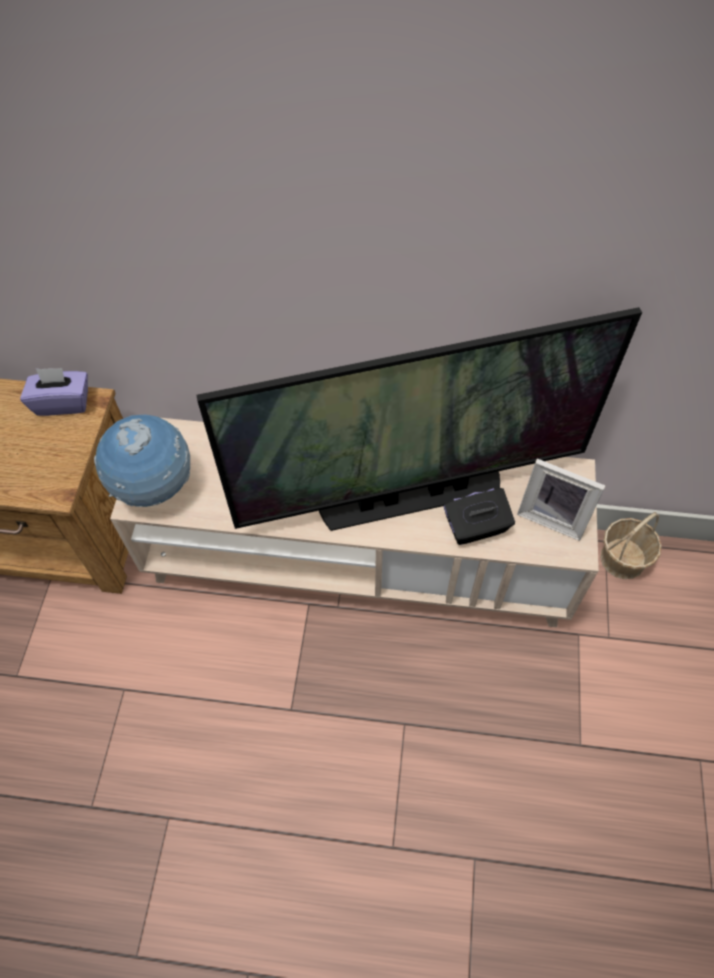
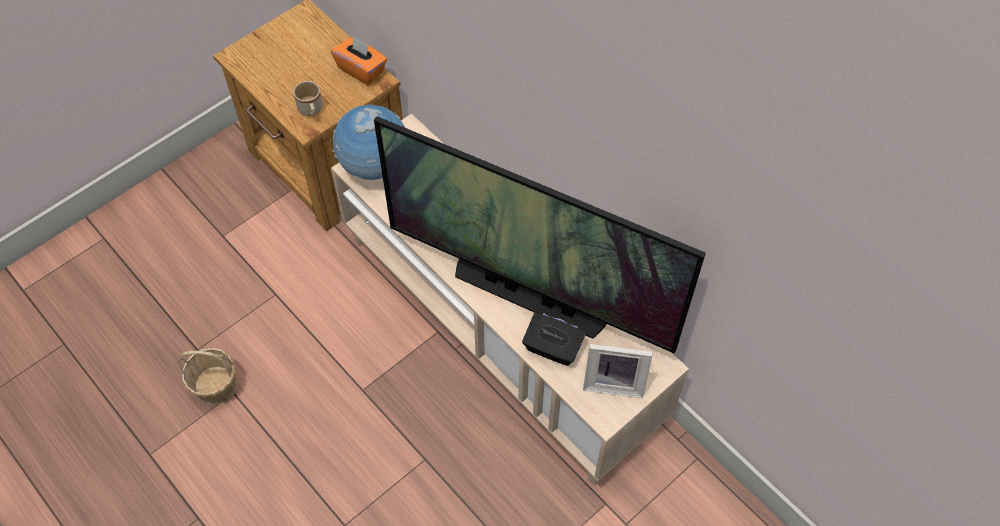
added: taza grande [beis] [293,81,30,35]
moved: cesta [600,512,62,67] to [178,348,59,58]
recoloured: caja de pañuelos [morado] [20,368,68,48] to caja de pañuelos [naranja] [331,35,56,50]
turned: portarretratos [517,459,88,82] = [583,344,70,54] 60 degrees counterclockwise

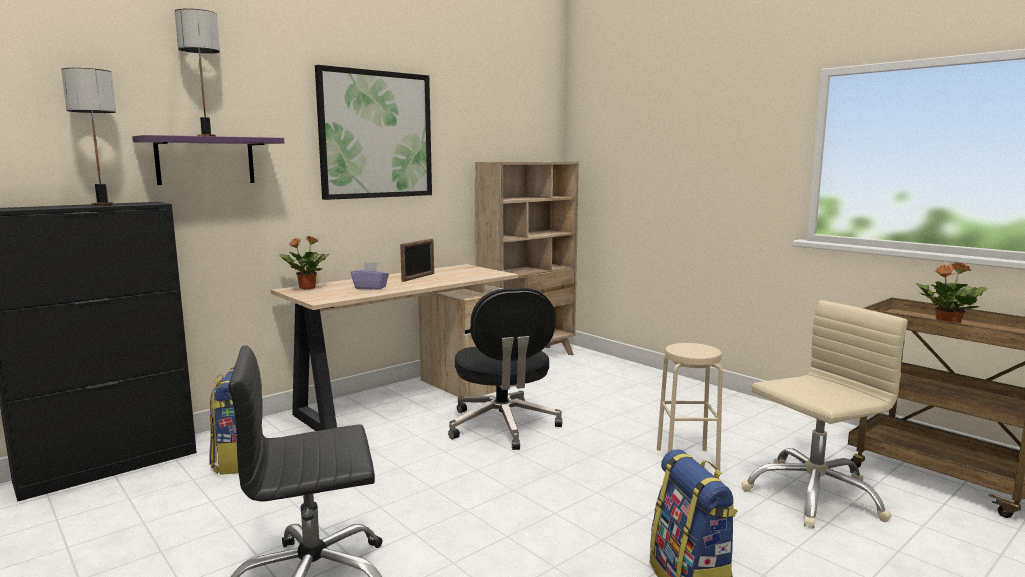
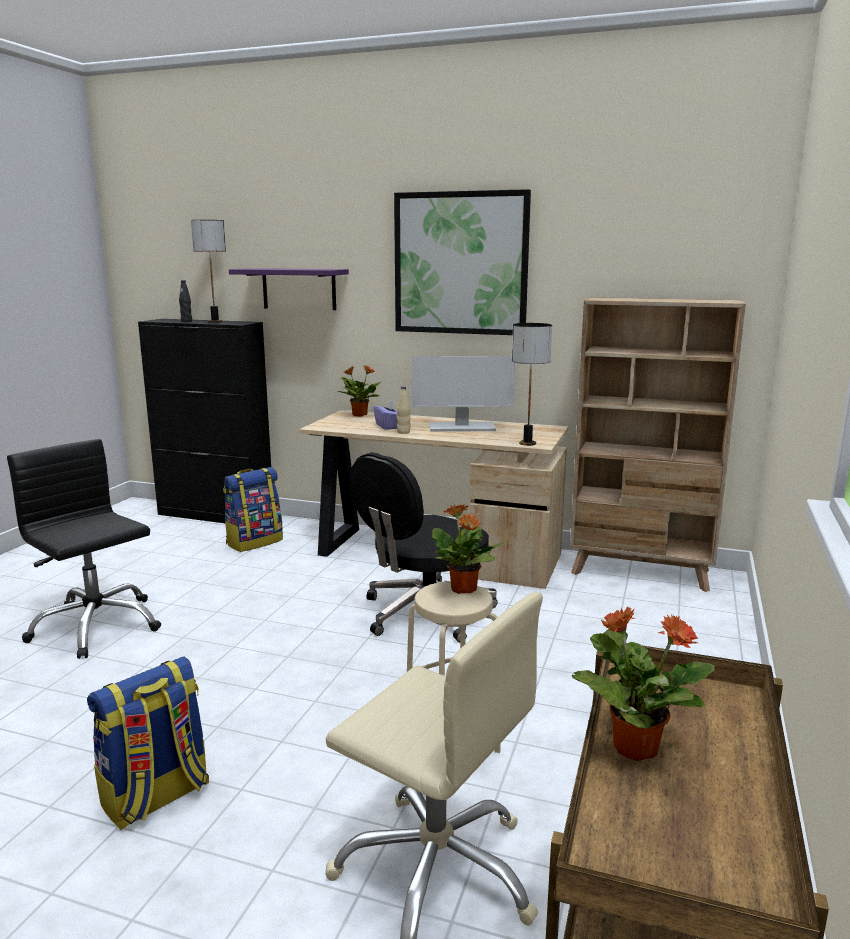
added: botella [negro] [179,280,13,42]; botella [beis] [397,387,14,47]; planta en maceta [432,505,72,89]
moved: lámpara de mesa [175,8,45,128] to [512,323,40,123]
replaced: portarretratos [400,239,34,43] to monitor [412,356,103,76]

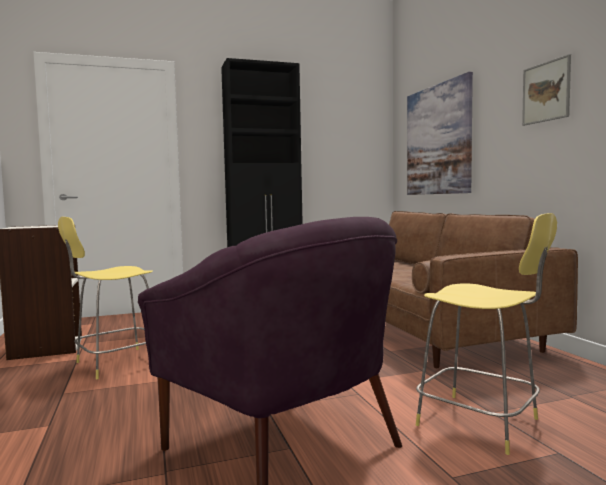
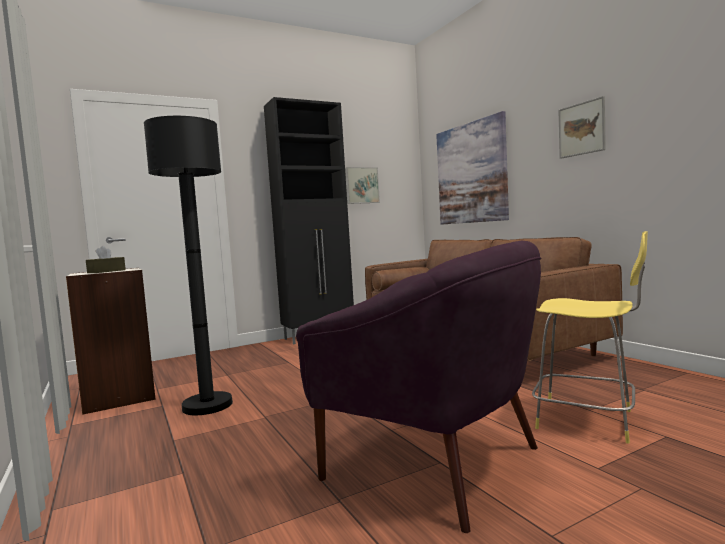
added: caja de pañuelos [marrón] [86,246,40,27]; cuadro [345,167,35,37]
replaced: taburete [amarillo] [58,217,95,162] to lámpara de pie [negro] [144,116,89,299]

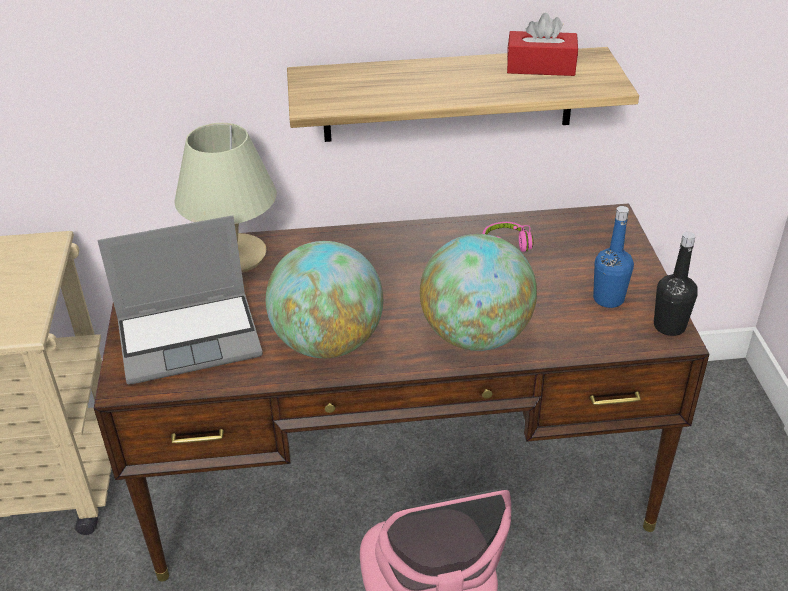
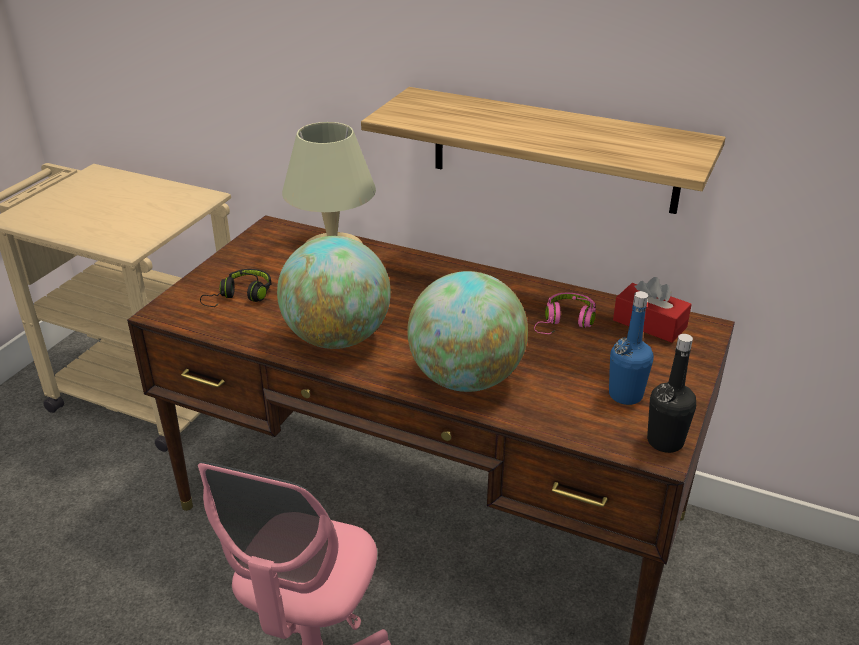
moved: caja de pañuelos [rojo] [507,13,71,63] to [613,277,79,66]
replaced: portátil [98,215,165,169] to auriculares [negro] [200,269,72,38]

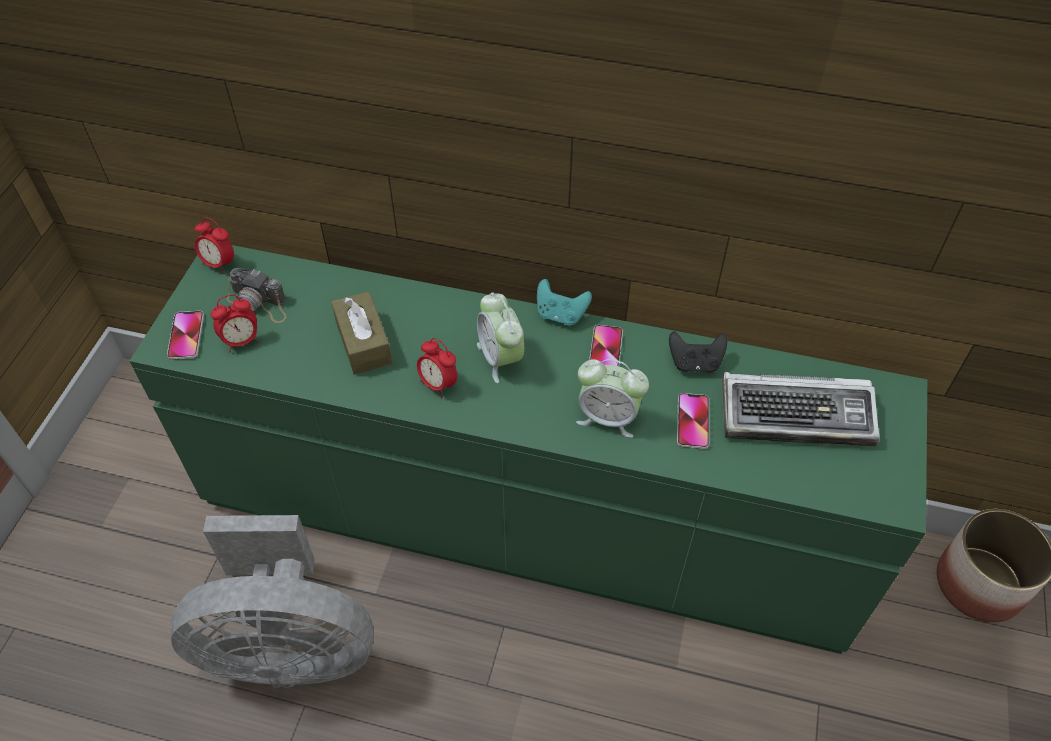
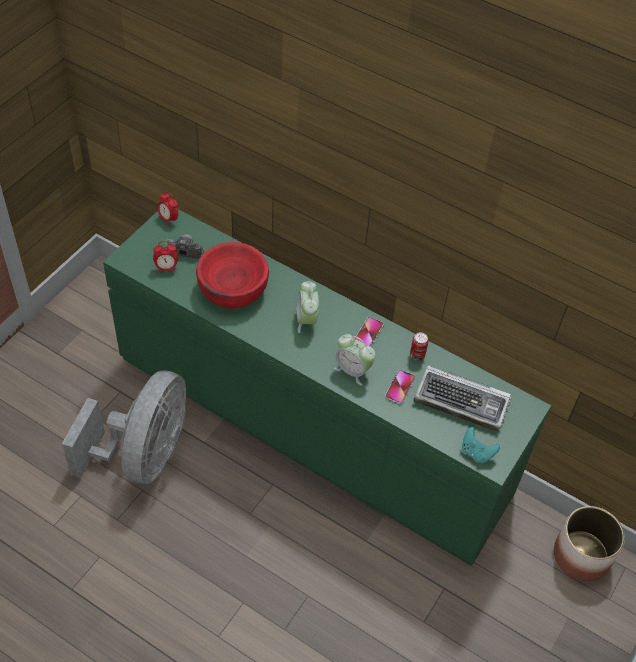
removed: móvil [167,311,37,49]; despertador [417,338,40,60]
moved: mando de consola [turquesa] [537,279,55,47] to [462,427,38,36]
replaced: caja de pañuelos [marrón] [331,291,61,84] to cuenco [rojo] [196,242,73,67]; mando de consola [negro] [669,331,58,42] to lata [410,332,18,29]
turned: ventilador [gris] [171,515,203,173] = [62,370,124,114] 90 degrees counterclockwise; cámara [227,268,59,55] = [165,234,39,25] 150 degrees clockwise

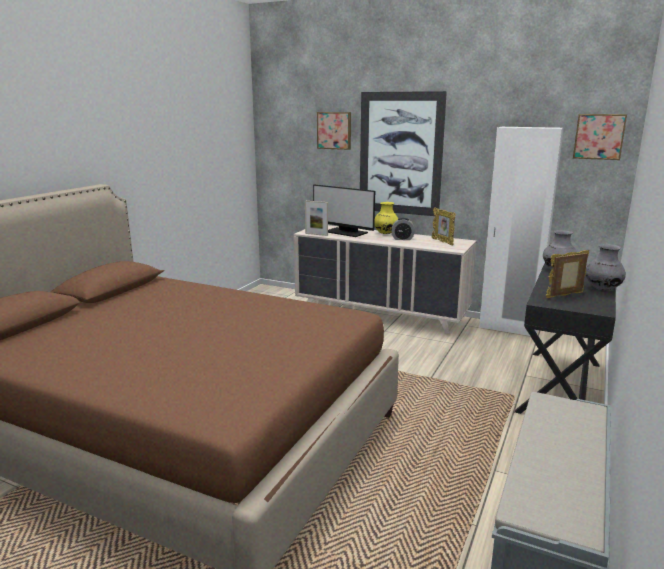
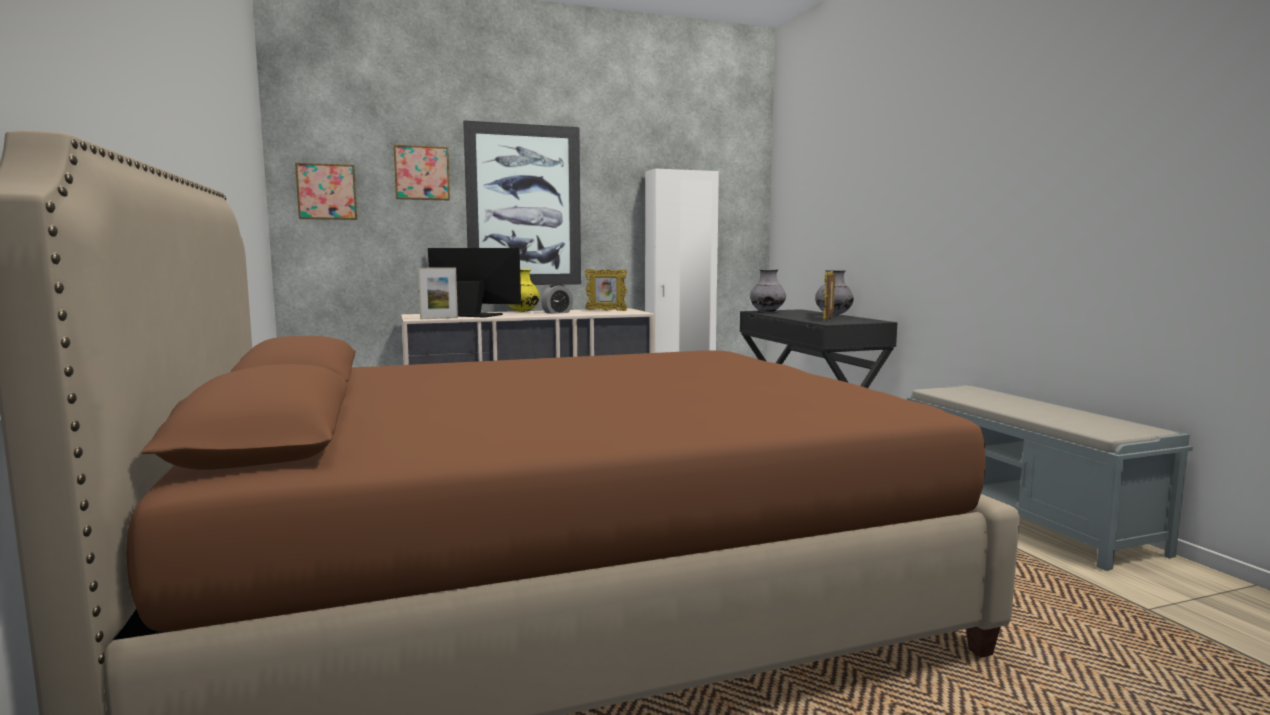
moved: cuadro [573,114,54,46] to [295,163,62,57]
turned: monitor [313,184,62,53] = [428,248,93,70] 150 degrees counterclockwise

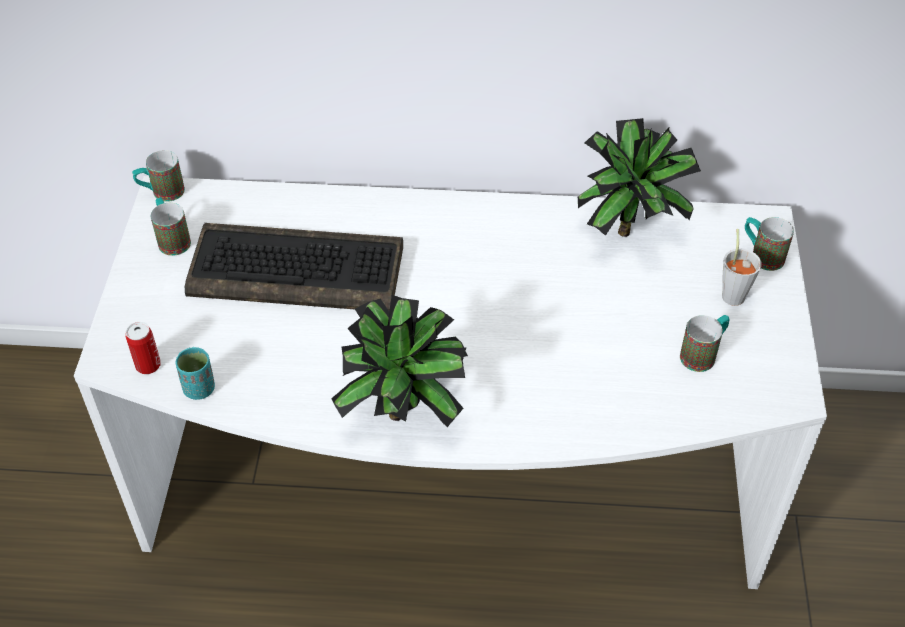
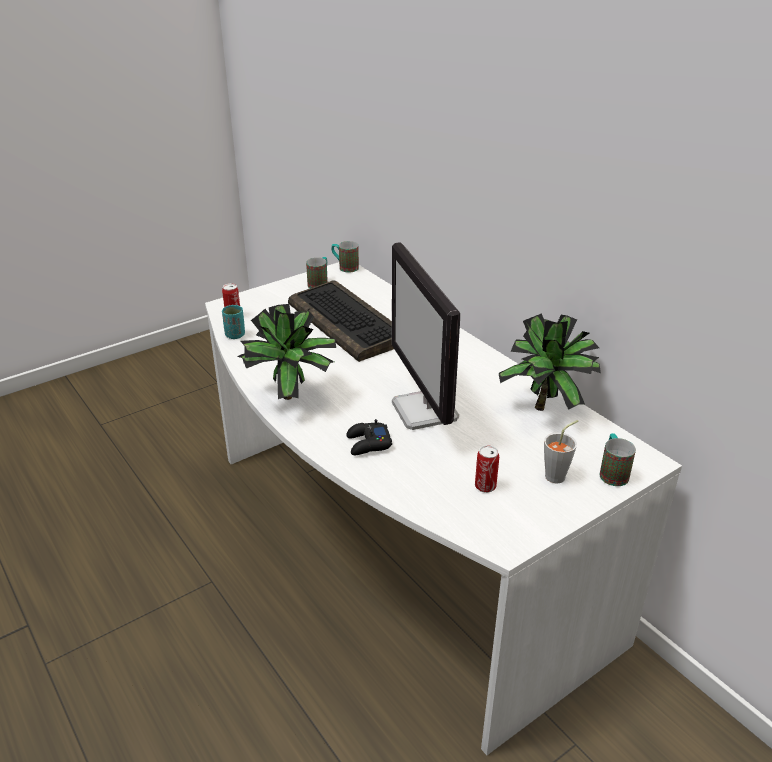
added: mando de consola [negro] [346,419,46,36]; monitor [392,242,68,188]
replaced: taza grande [680,315,49,57] to lata [475,445,24,48]

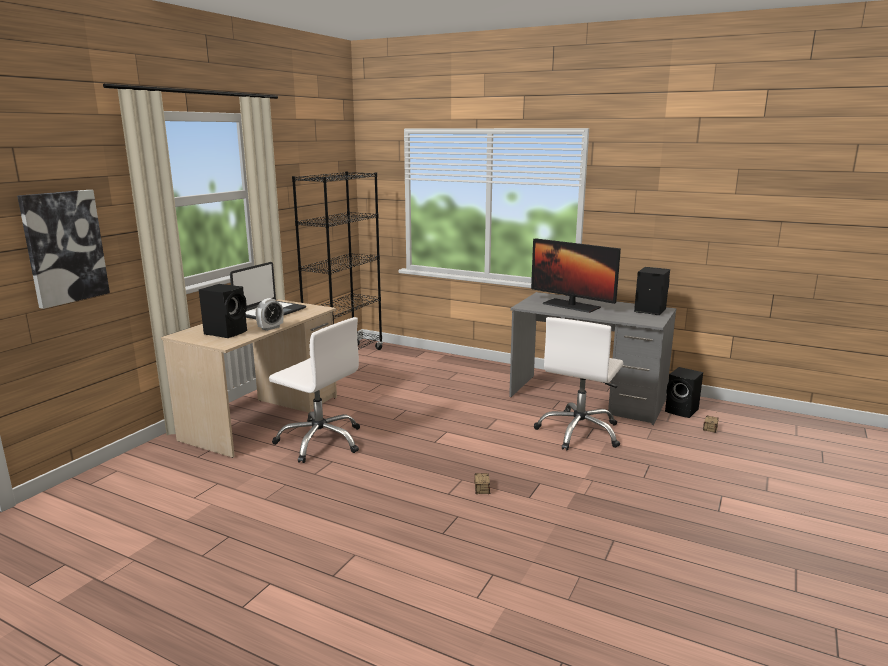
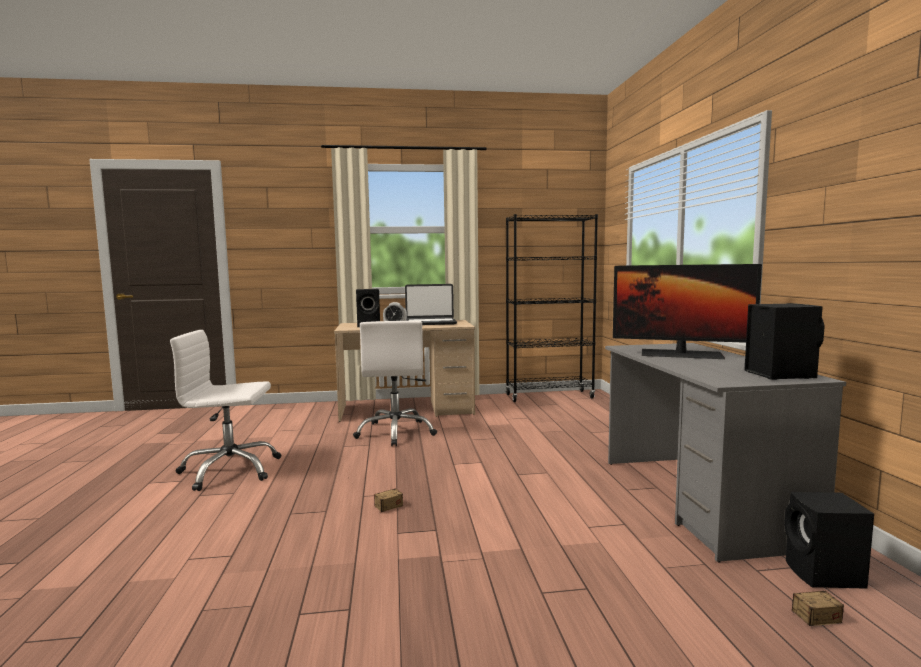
removed: cuadro [17,190,93,119]
moved: silla de oficina [blanco] [534,317,89,134] to [170,330,111,161]
turned: monitor [531,238,90,75] = [613,264,149,95] 75 degrees counterclockwise

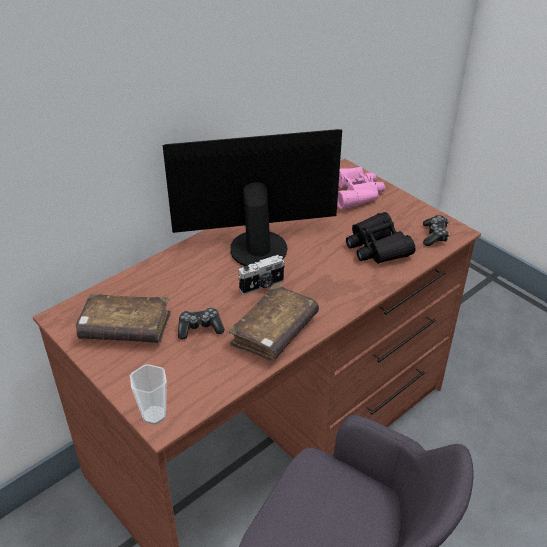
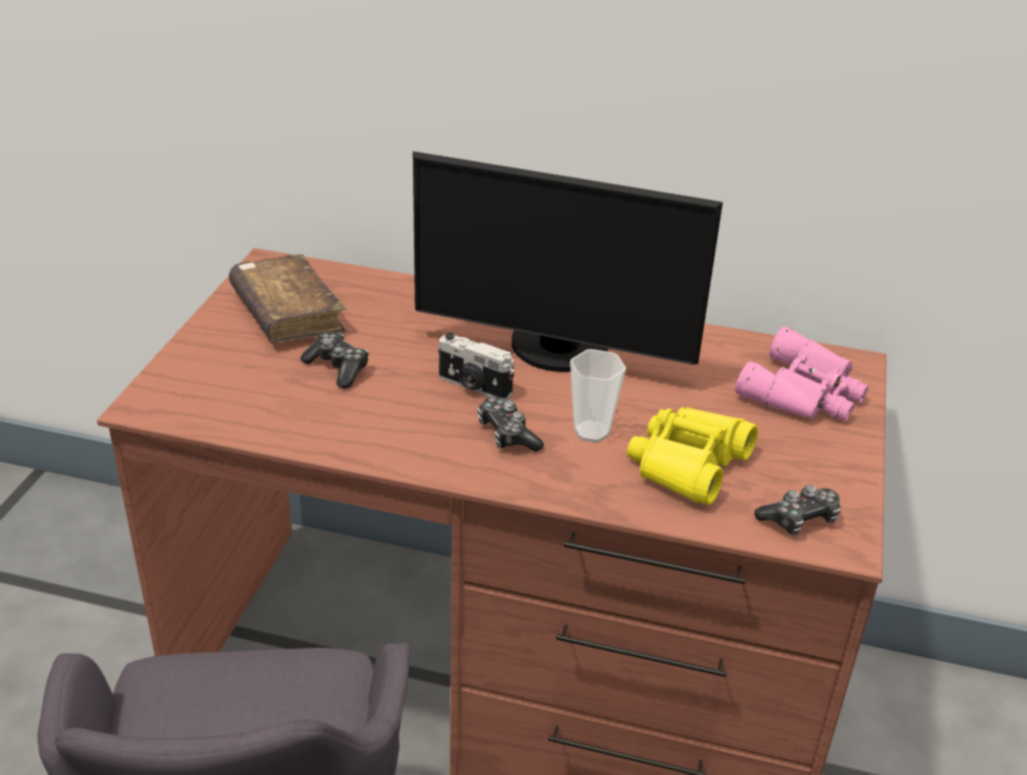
removed: libro [marrón] [228,284,91,77]
added: mando de consola [477,397,67,55]
moved: taza [130,364,37,61] to [570,349,56,94]
recoloured: prismáticos [negro] [346,212,69,52] to prismáticos [amarillo] [627,407,131,98]
turned: monitor [163,129,179,137] = [413,151,310,221] 150 degrees clockwise

